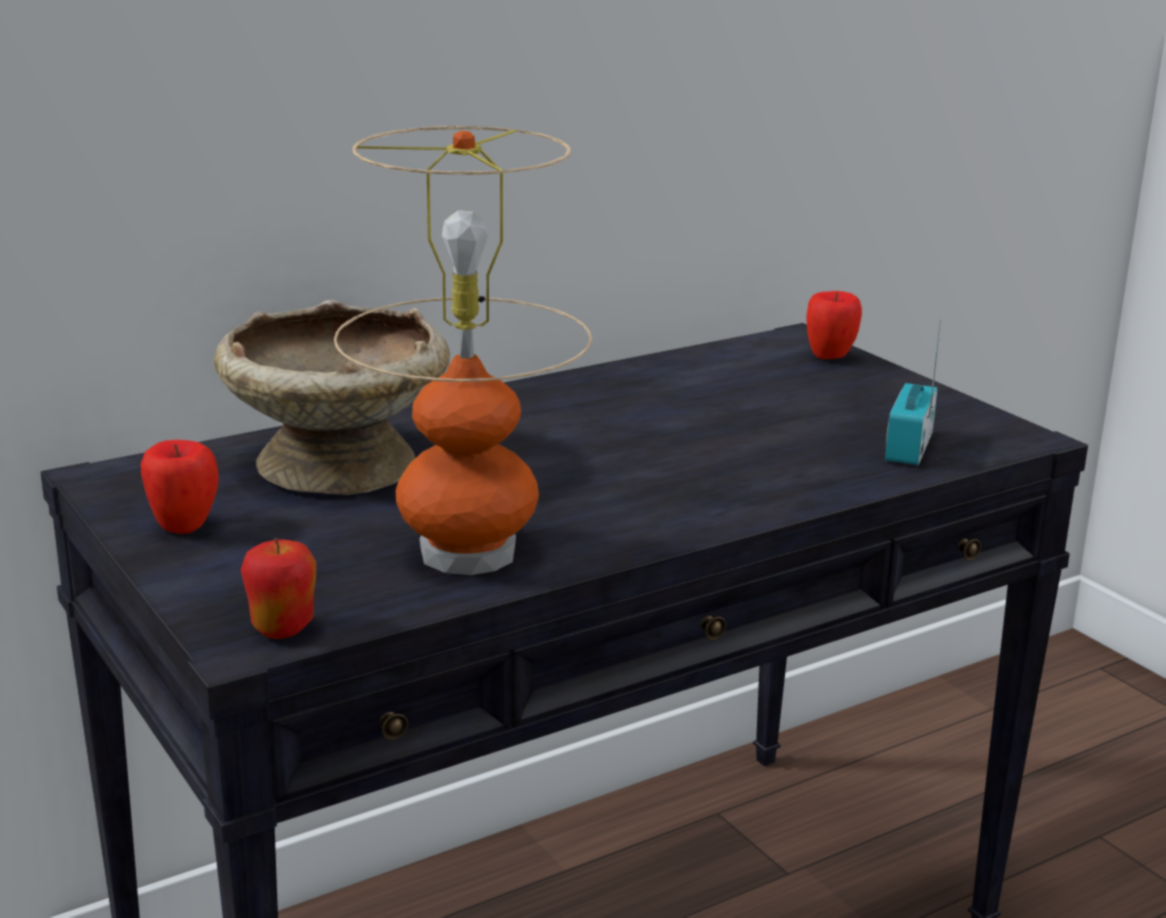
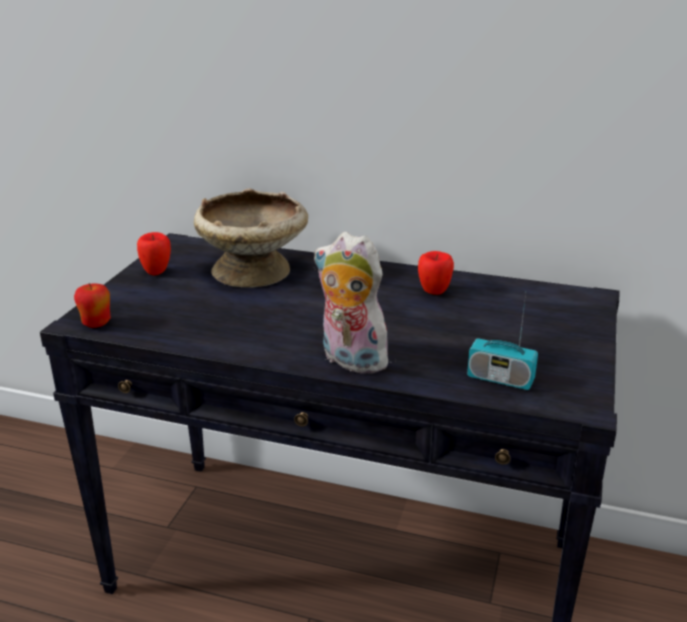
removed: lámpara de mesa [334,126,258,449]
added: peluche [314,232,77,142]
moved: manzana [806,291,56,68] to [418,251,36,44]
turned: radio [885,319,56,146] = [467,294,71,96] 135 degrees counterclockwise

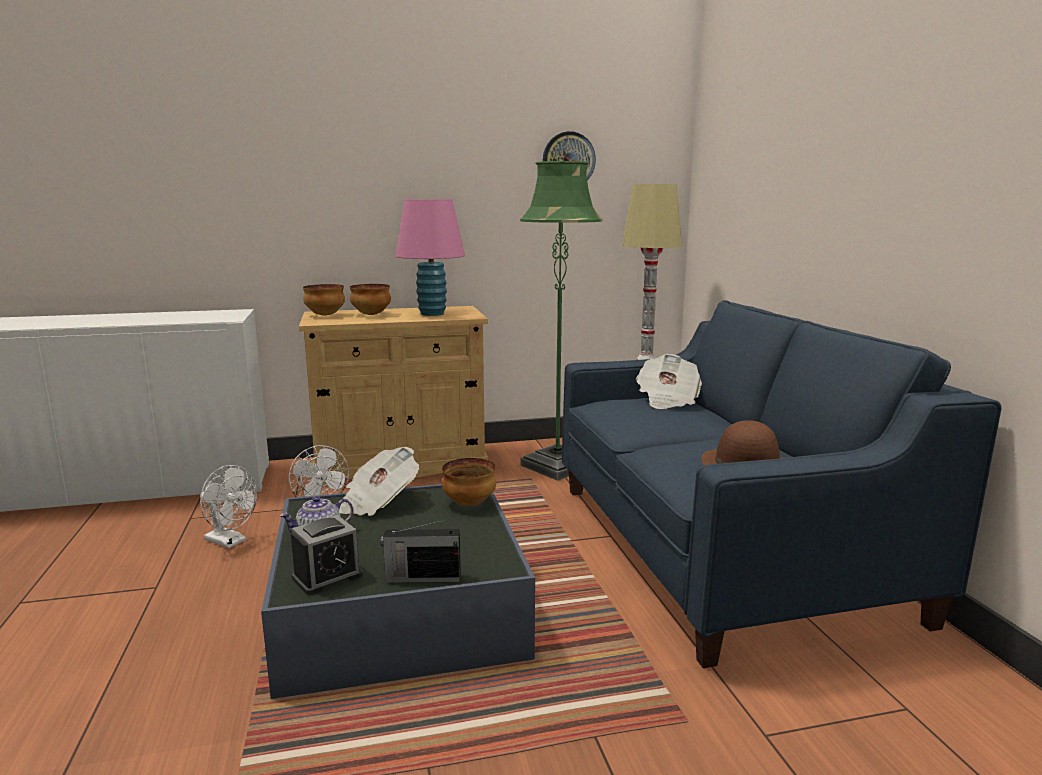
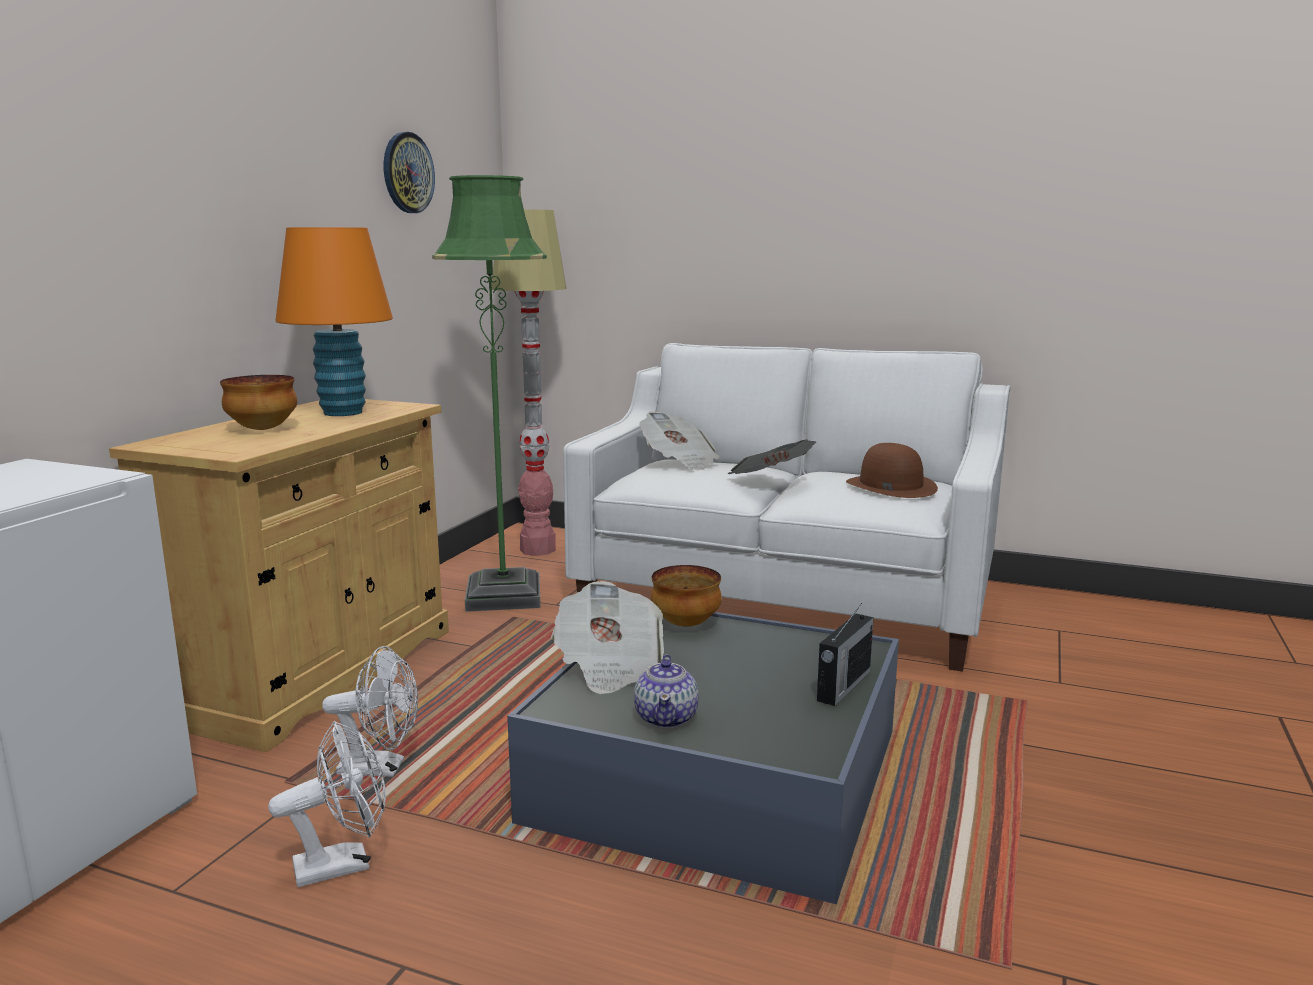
removed: despertador [291,515,72,80]; cuenco [303,284,42,32]
added: periódico [727,439,89,35]
recoloured: lámpara de mesa [rosa] [396,199,69,117] to lámpara de mesa [naranja] [275,227,118,189]; sofá [azul] [562,300,439,368] to sofá [blanco] [563,343,448,328]

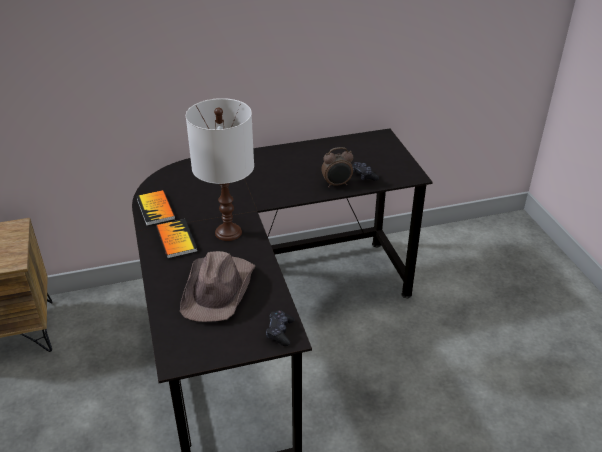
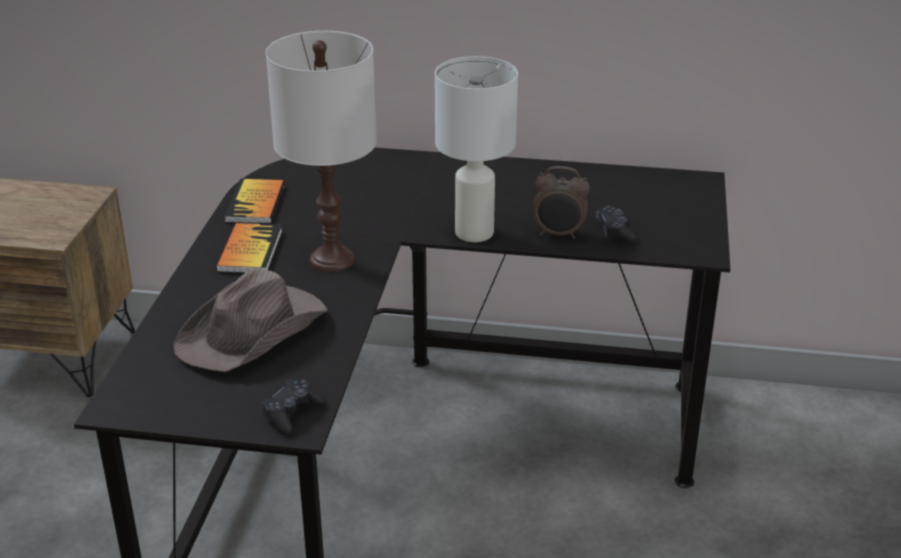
added: lámpara de mesa [blanco] [435,56,83,186]

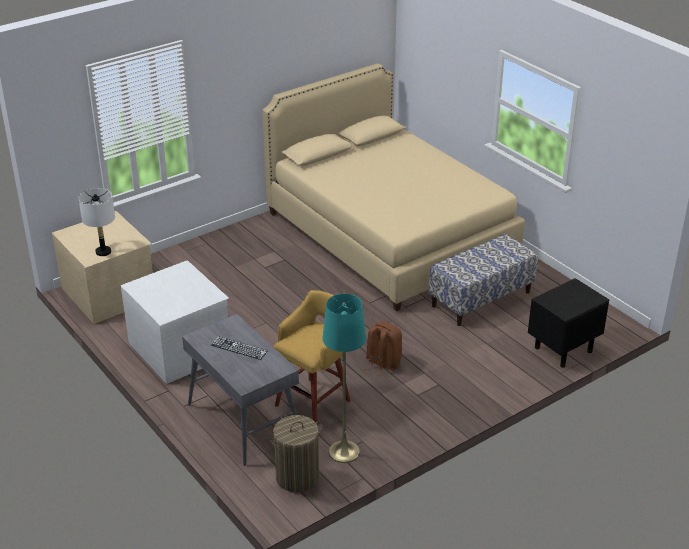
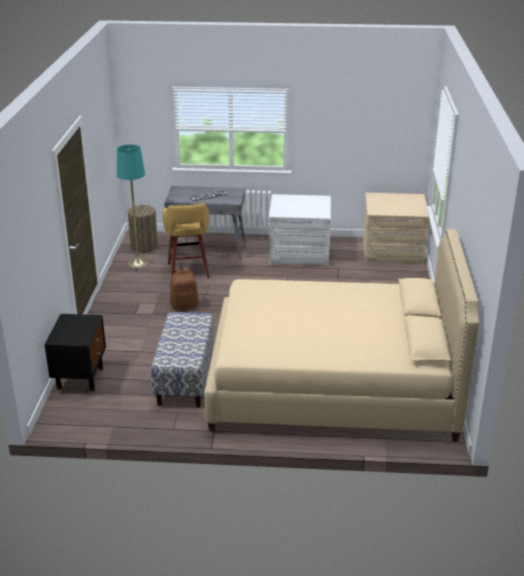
removed: lámpara de mesa [blanco] [78,188,37,68]

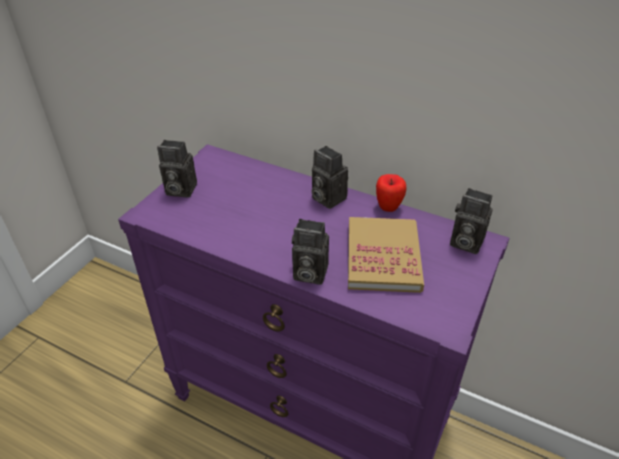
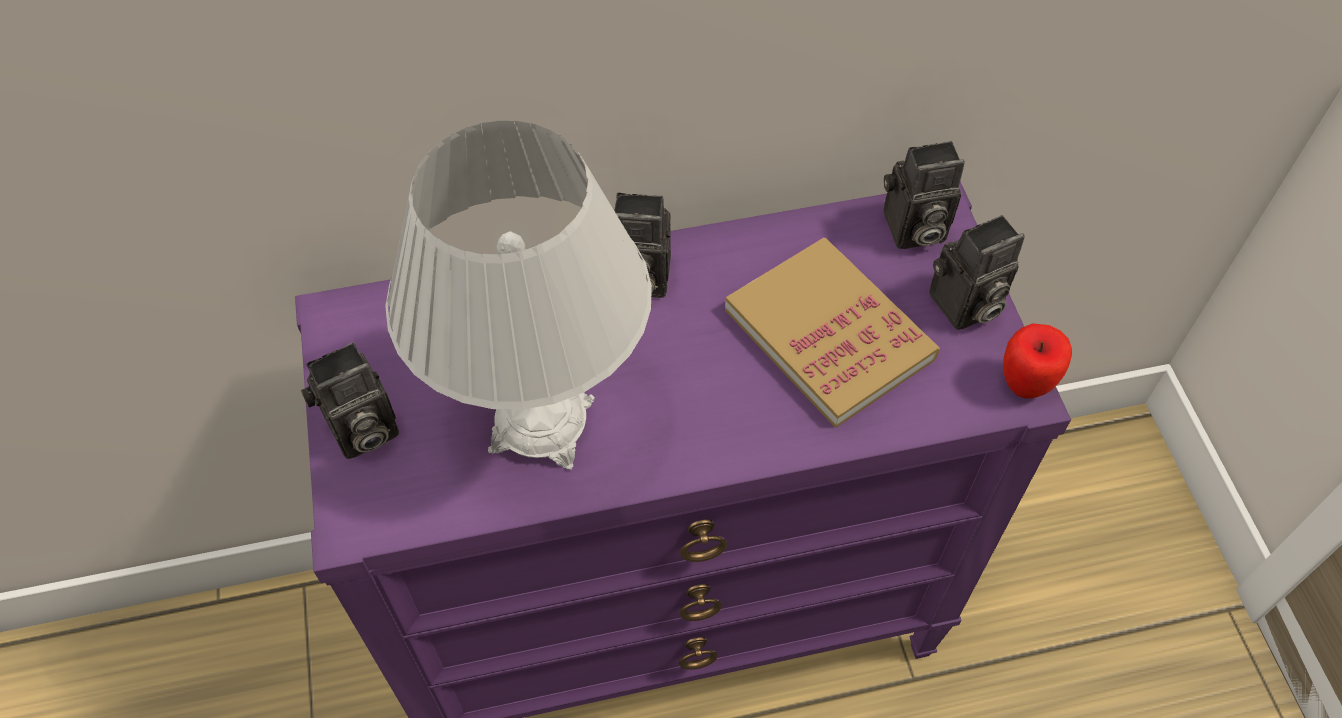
added: lámpara de mesa [blanco] [385,121,267,349]
moved: cámara [292,219,37,66] to [929,215,96,115]; manzana [376,174,30,38] to [1003,323,69,75]

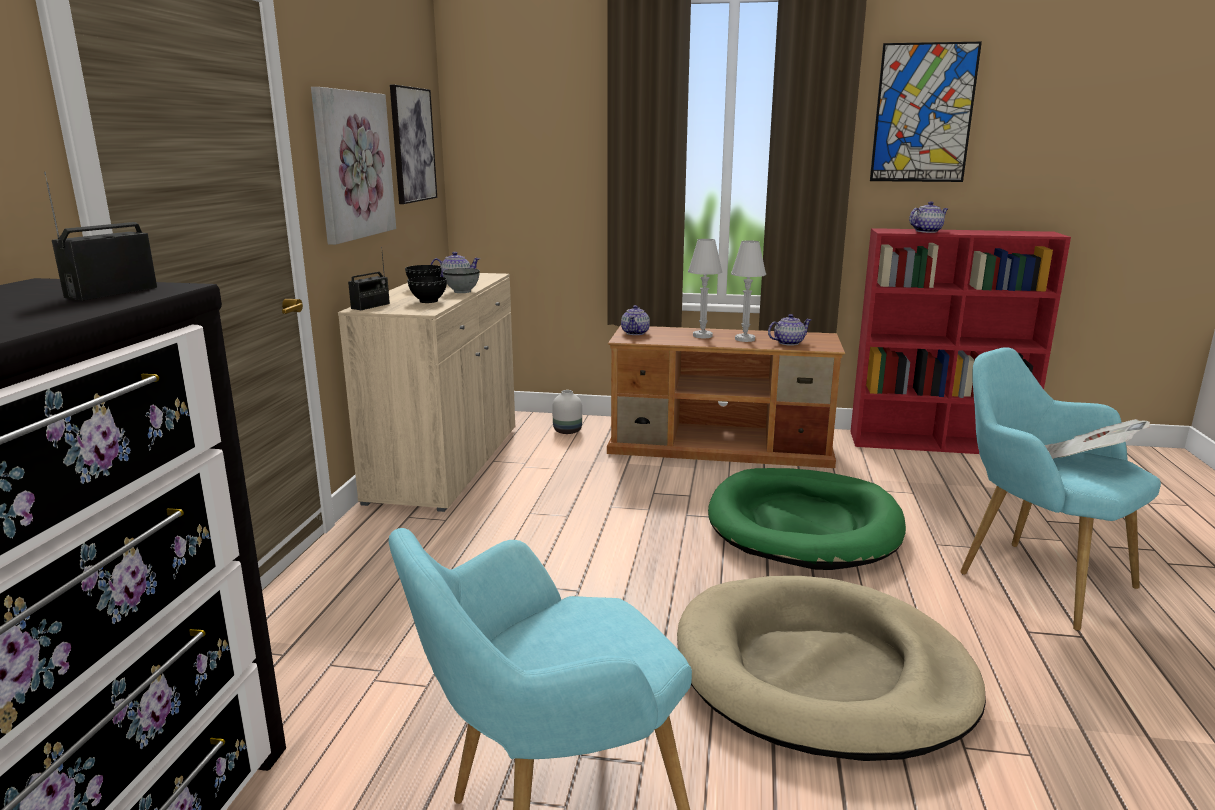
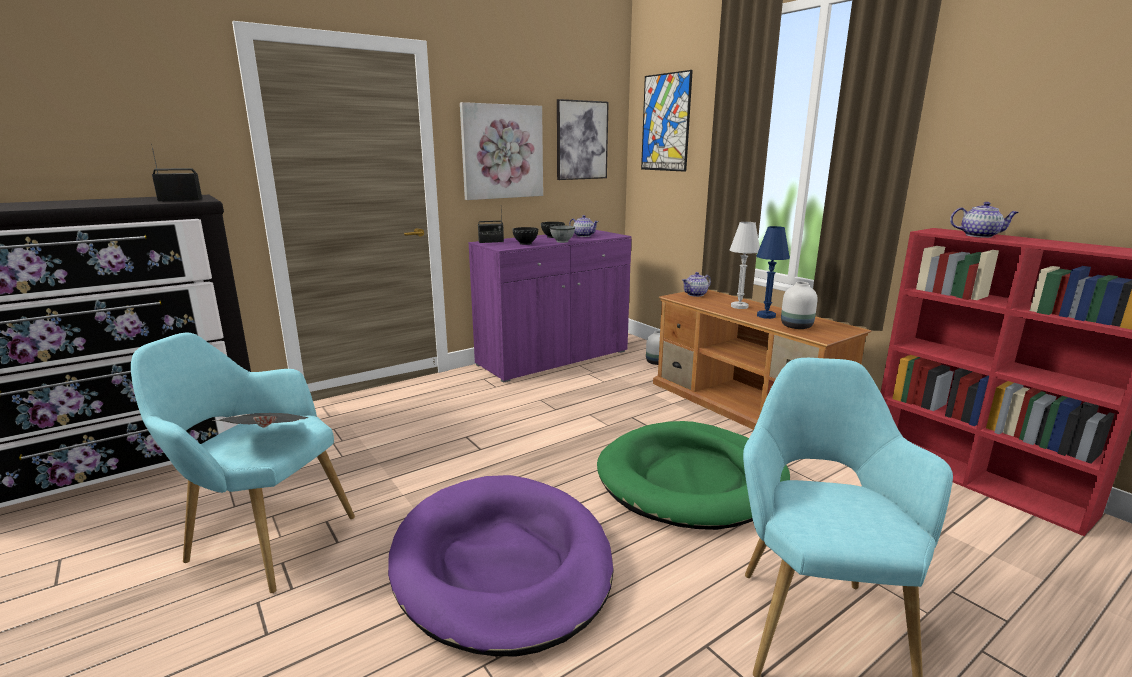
moved: periódico [1045,419,105,40] to [212,413,96,15]; cuadro [870,42,112,140] to [641,70,52,102]
replaced: tetera [768,314,44,31] to florero [blanco] [781,282,37,47]
recoloured: cama para perro [beis] [677,576,309,185] to cama para perro [morado] [388,475,226,181]; armario [beis] [338,273,177,239] to armario [morado] [468,230,163,153]; lámpara de mesa [blanco] [731,240,35,102] to lámpara de mesa [azul] [756,226,34,93]

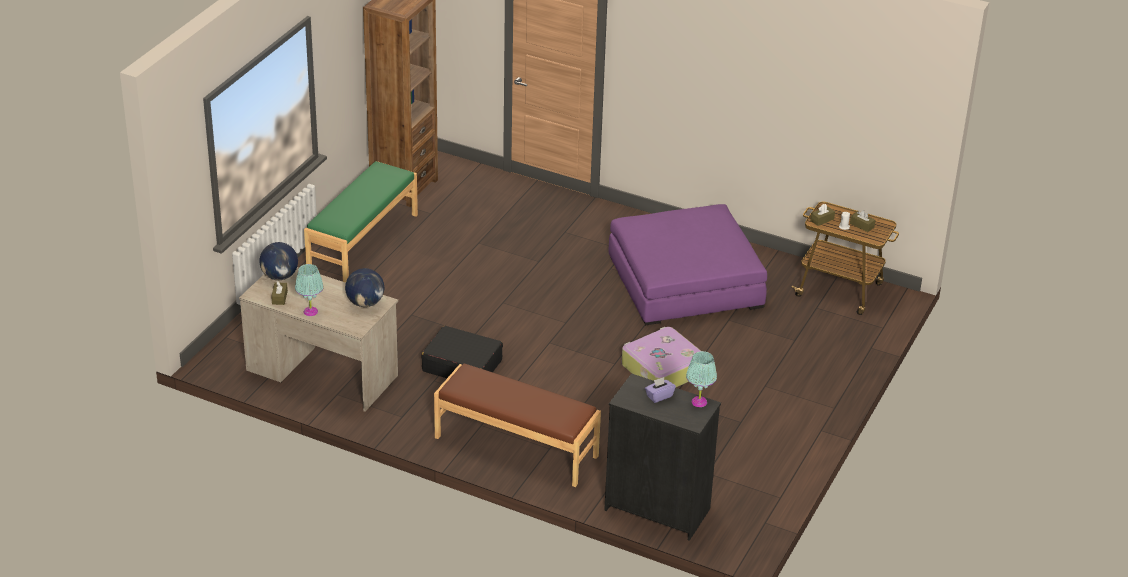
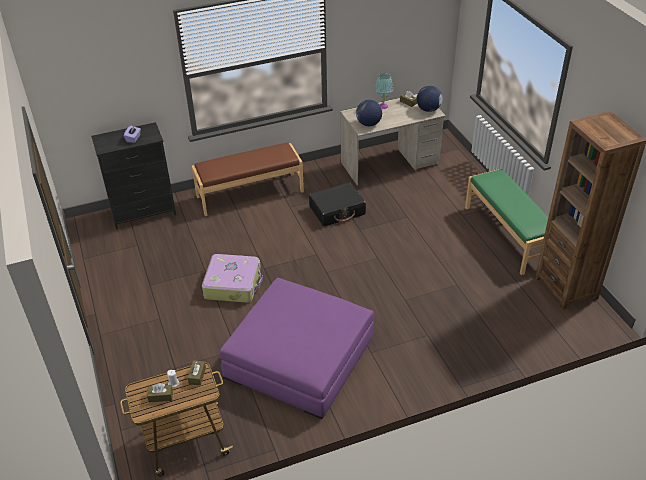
removed: lámpara de mesa [turquesa] [686,351,31,56]

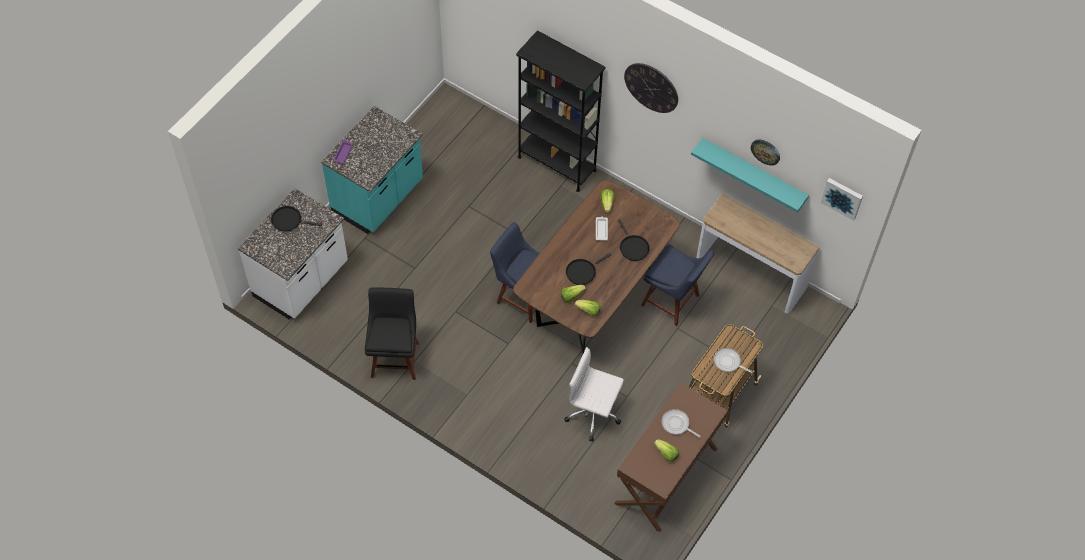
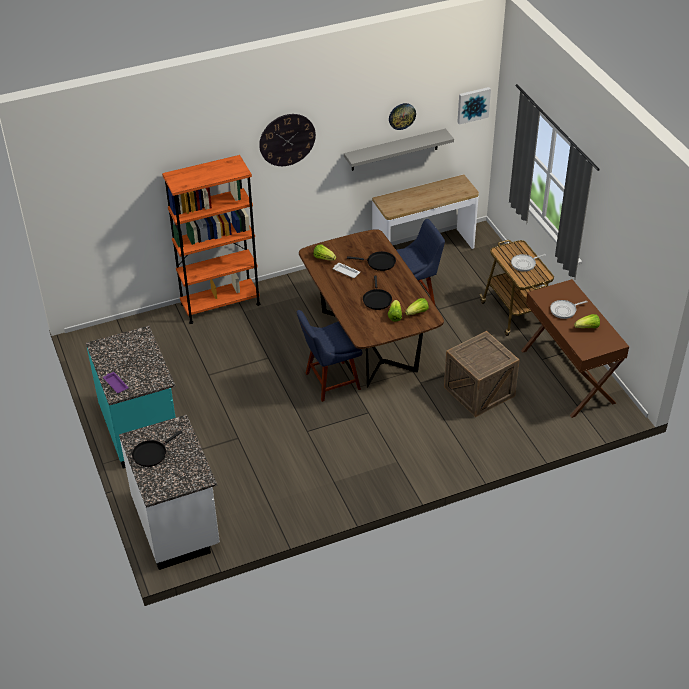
removed: silla [negro] [365,287,54,93]
replaced: silla de oficina [blanco] [564,347,60,94] to caja de embalaje [444,331,76,86]
recoloured: estantería [negro] [516,30,90,162] to estantería [naranja] [162,155,98,169]; estante [turquesa] [691,138,118,75] to estante [gris] [344,129,110,42]

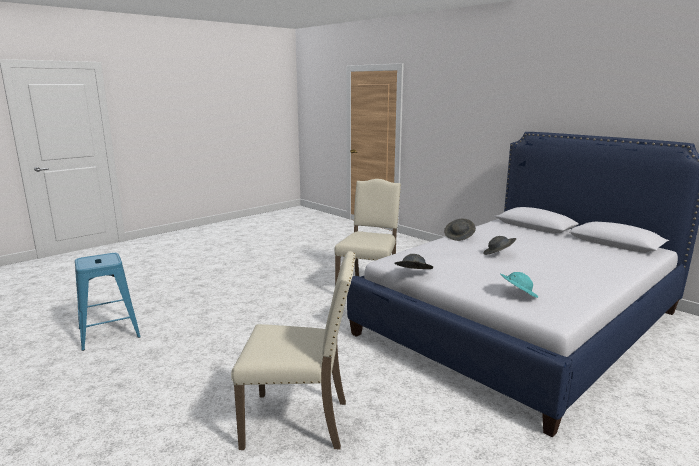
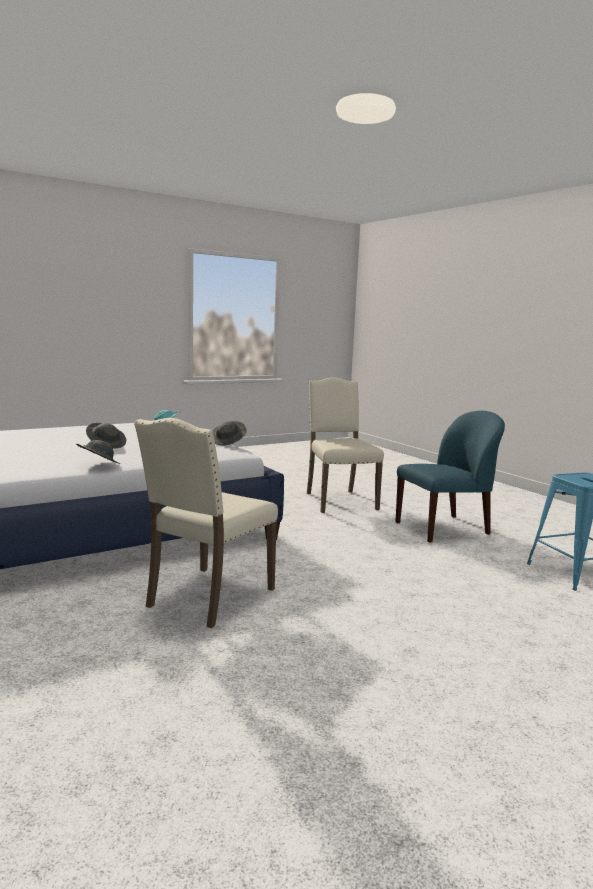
added: silla [azul] [395,411,110,132]
turned: silla [beis] [231,251,125,199] = [307,377,77,136] 60 degrees clockwise

